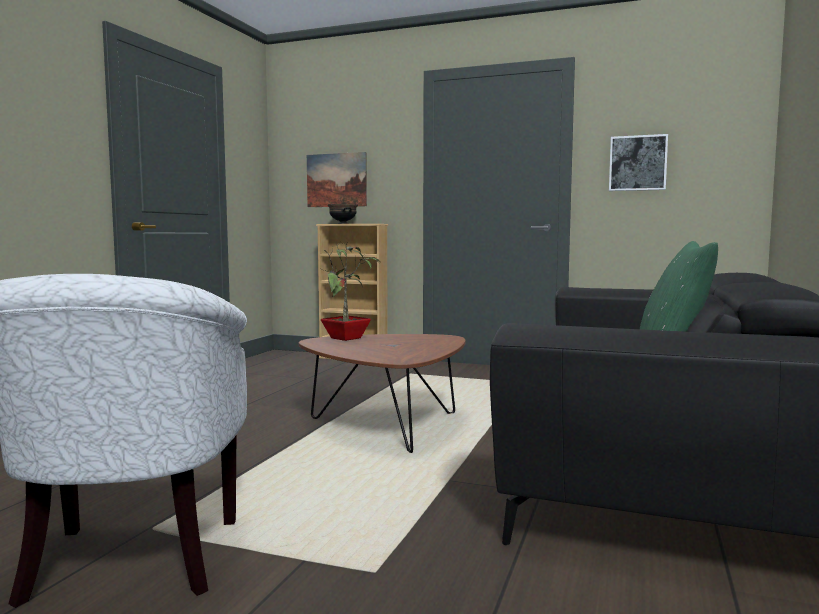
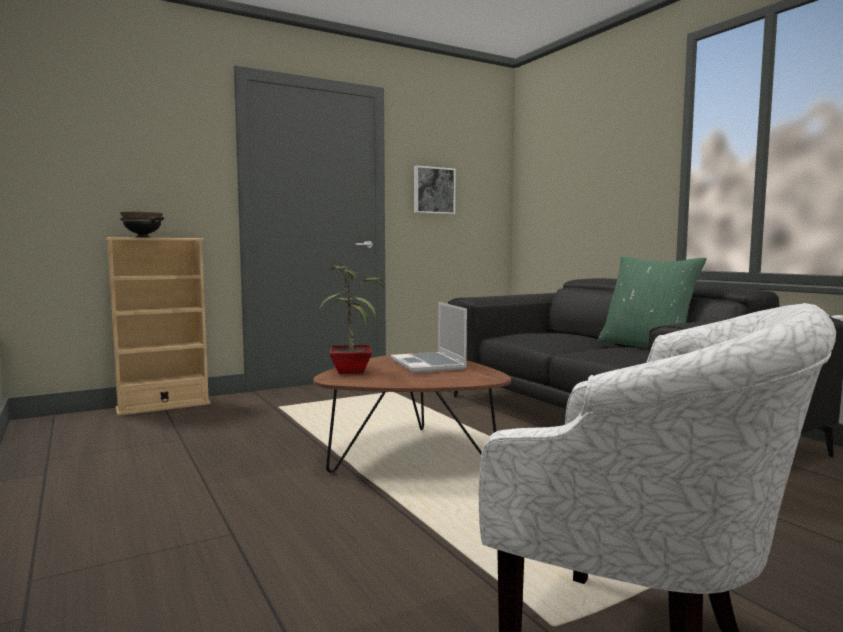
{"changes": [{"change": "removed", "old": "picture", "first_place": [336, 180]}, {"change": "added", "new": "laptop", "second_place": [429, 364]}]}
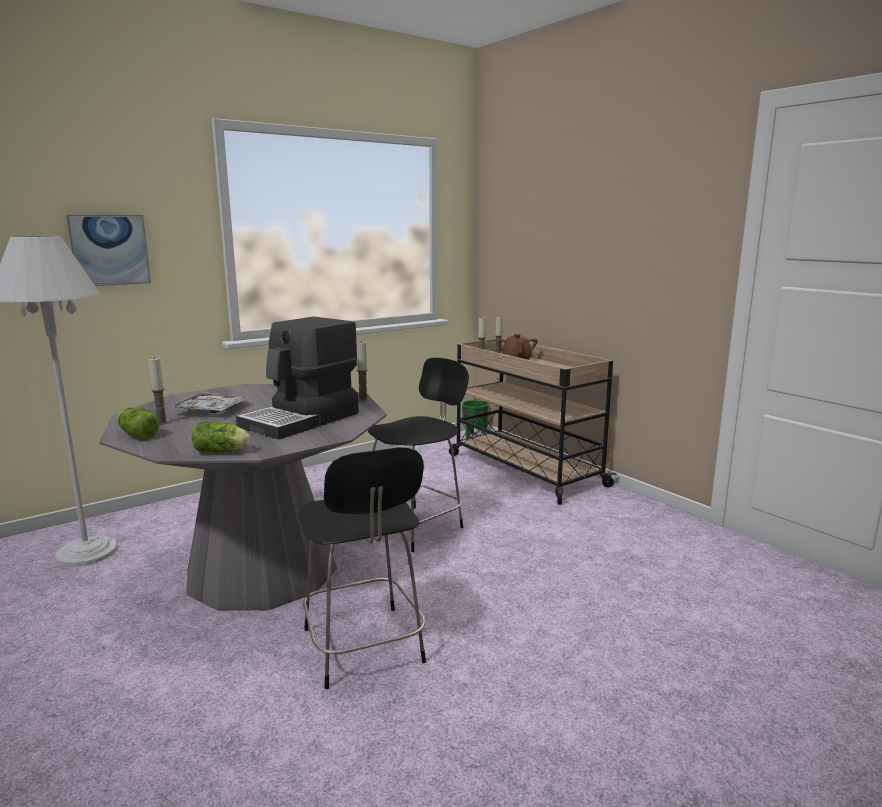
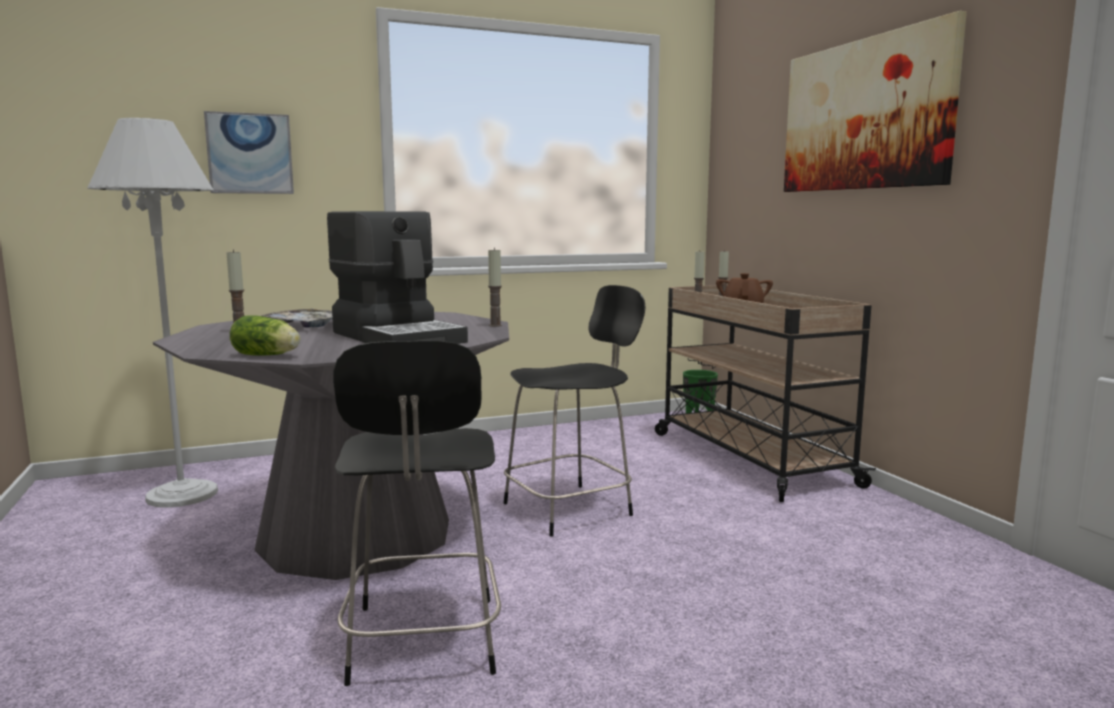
{"changes": [{"change": "turned", "old": "coffee machine", "first_place": [302, 420], "second_place": [398, 337], "degrees": -90}, {"change": "removed", "old": "lettuce", "first_place": [137, 434]}, {"change": "added", "new": "picture", "second_place": [864, 115]}]}
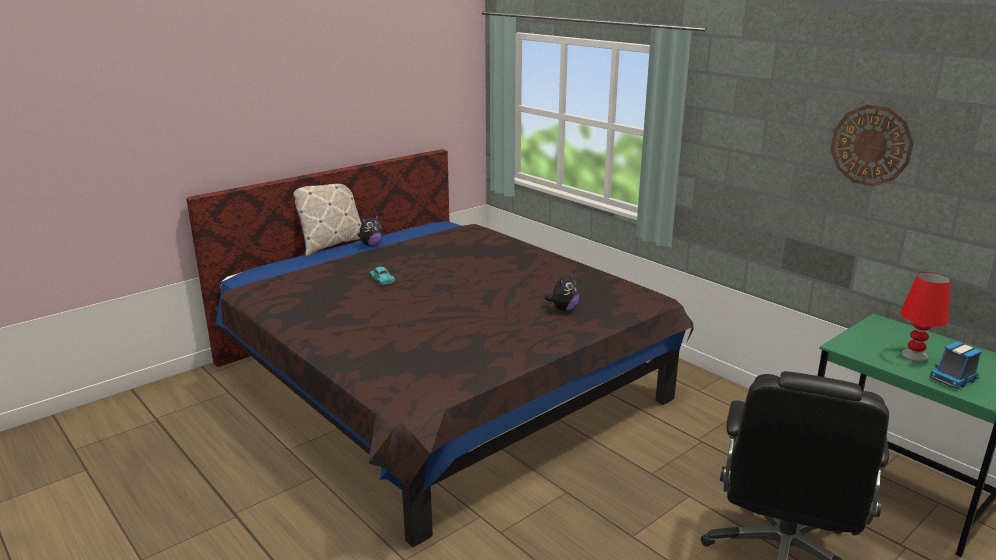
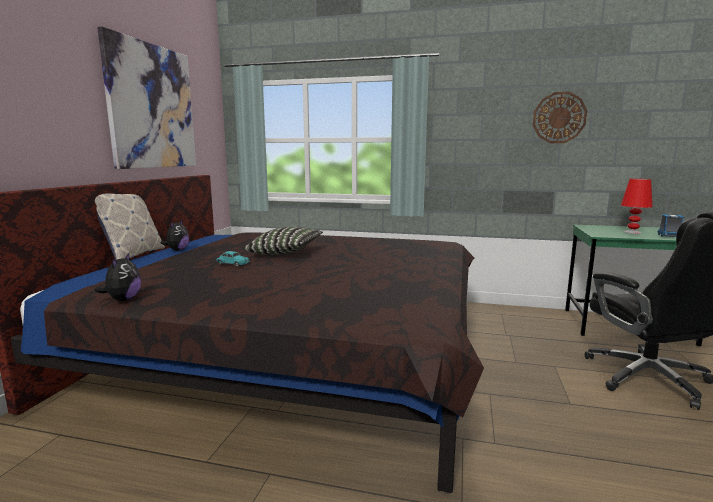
{"changes": [{"change": "moved", "old": "plush toy", "first_place": [563, 309], "second_place": [123, 299]}, {"change": "added", "new": "picture", "second_place": [152, 107]}, {"change": "added", "new": "pillow", "second_place": [285, 253]}]}
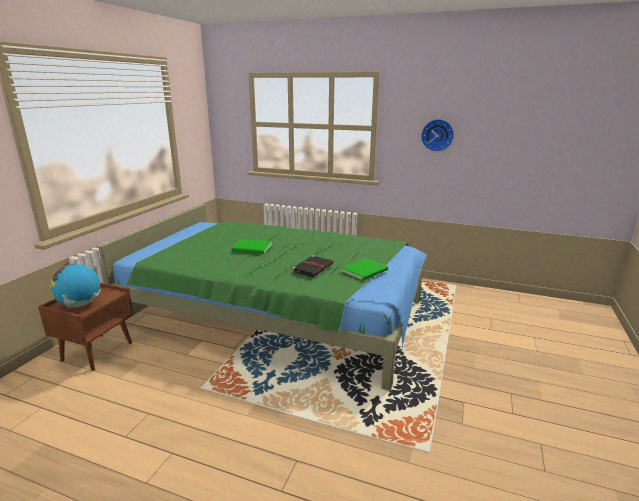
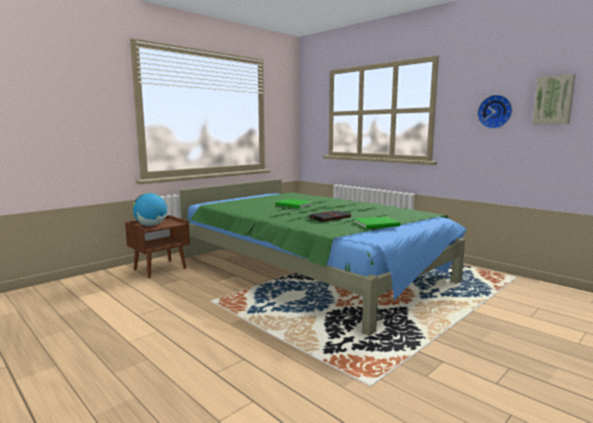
{"changes": [{"change": "added", "new": "picture", "second_place": [553, 100]}]}
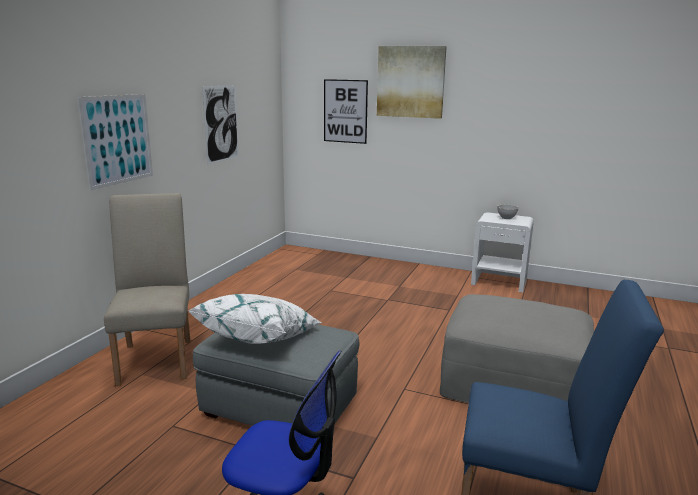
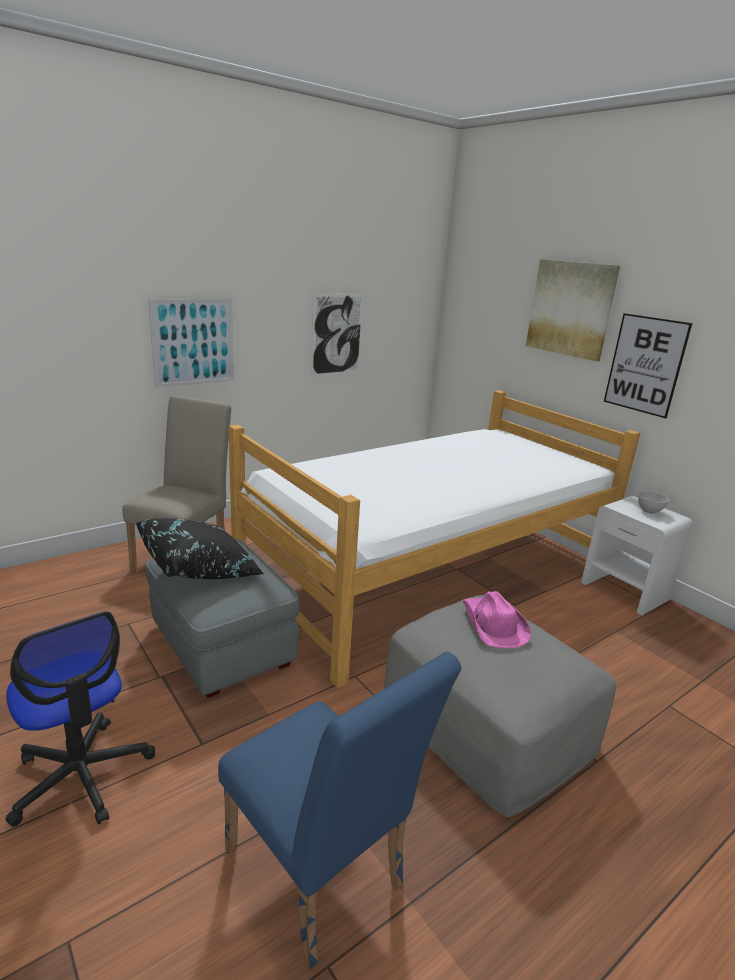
{"changes": [{"change": "moved", "old": "picture", "first_place": [345, 111], "second_place": [645, 365]}, {"change": "recoloured", "old": "white pillow", "new": "black pillow", "first_place": [260, 338], "second_place": [201, 569]}, {"change": "added", "new": "bed", "second_place": [430, 572]}, {"change": "added", "new": "pink hat", "second_place": [493, 624]}]}
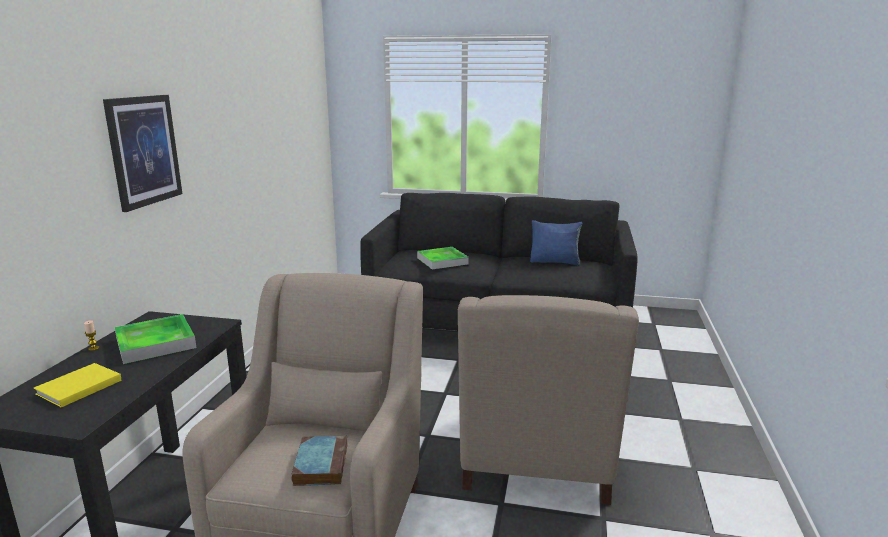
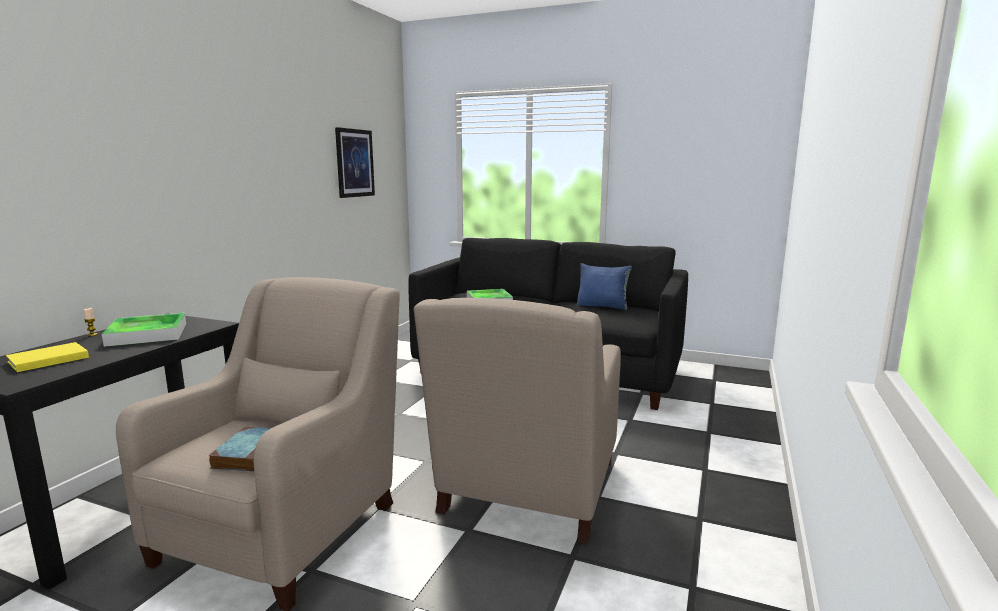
{"changes": [{"change": "moved", "old": "picture", "first_place": [144, 151], "second_place": [354, 163]}]}
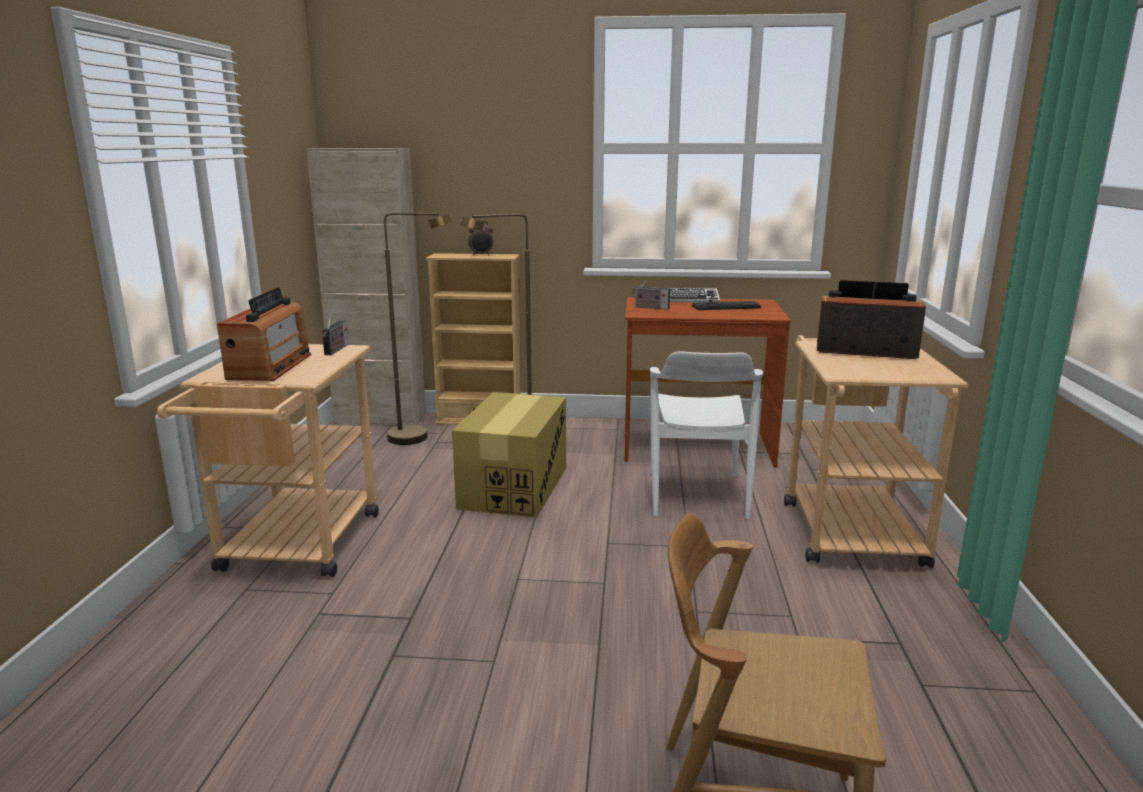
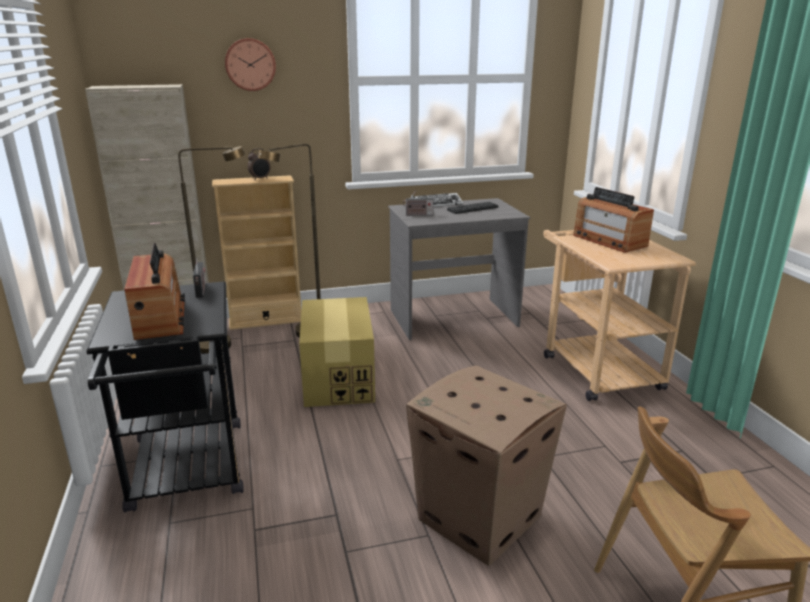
{"changes": [{"change": "turned", "old": "radio", "first_place": [865, 350], "second_place": [609, 241], "degrees": -120}, {"change": "recoloured", "old": "brown desk", "new": "grey desk", "first_place": [696, 447], "second_place": [453, 319]}, {"change": "recoloured", "old": "beige cart", "new": "black cart", "first_place": [295, 549], "second_place": [188, 473]}, {"change": "removed", "old": "white chair", "first_place": [696, 495]}, {"change": "added", "new": "wall clock", "second_place": [250, 64]}, {"change": "added", "new": "cardboard box", "second_place": [480, 518]}]}
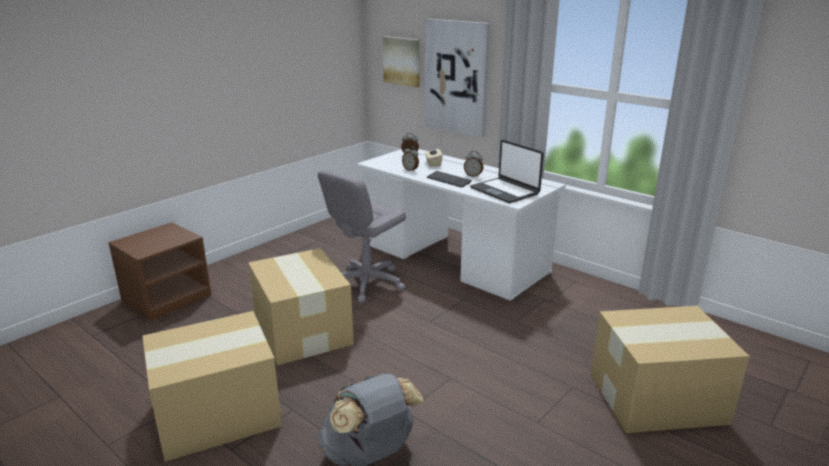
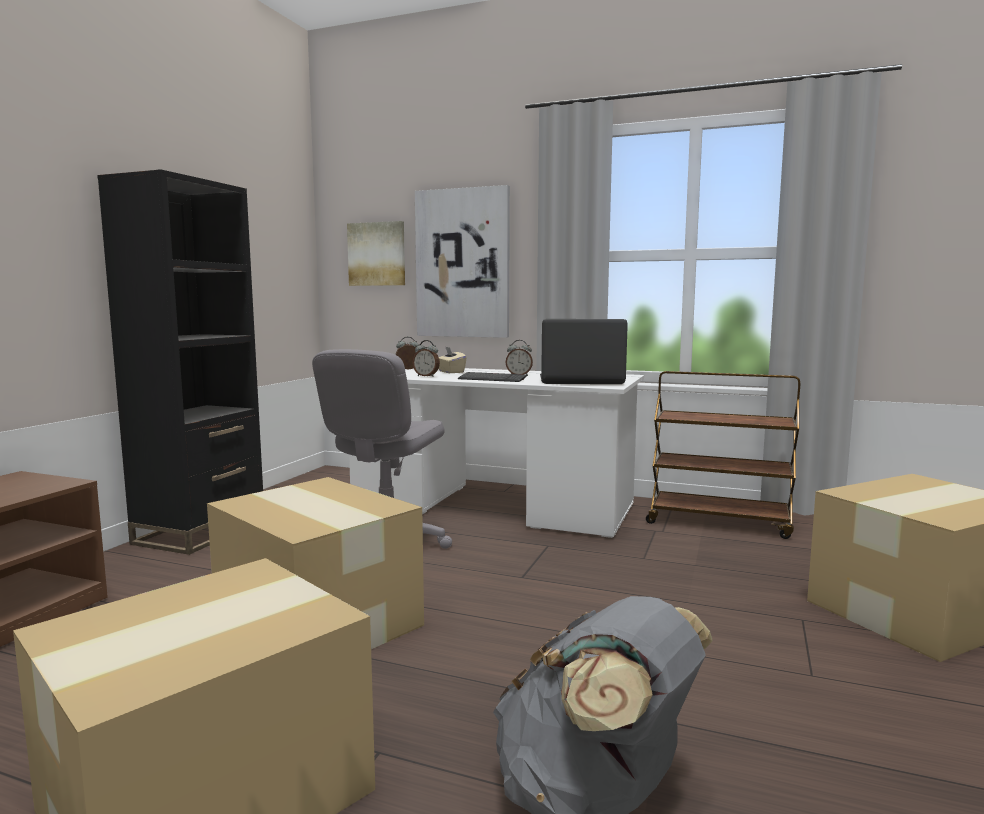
{"changes": [{"change": "turned", "old": "laptop", "first_place": [505, 191], "second_place": [581, 381], "degrees": 150}, {"change": "added", "new": "black bookcase", "second_place": [201, 531]}, {"change": "added", "new": "brown cart", "second_place": [719, 522]}]}
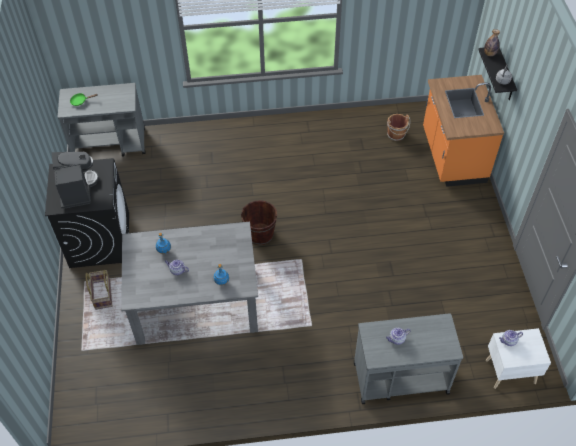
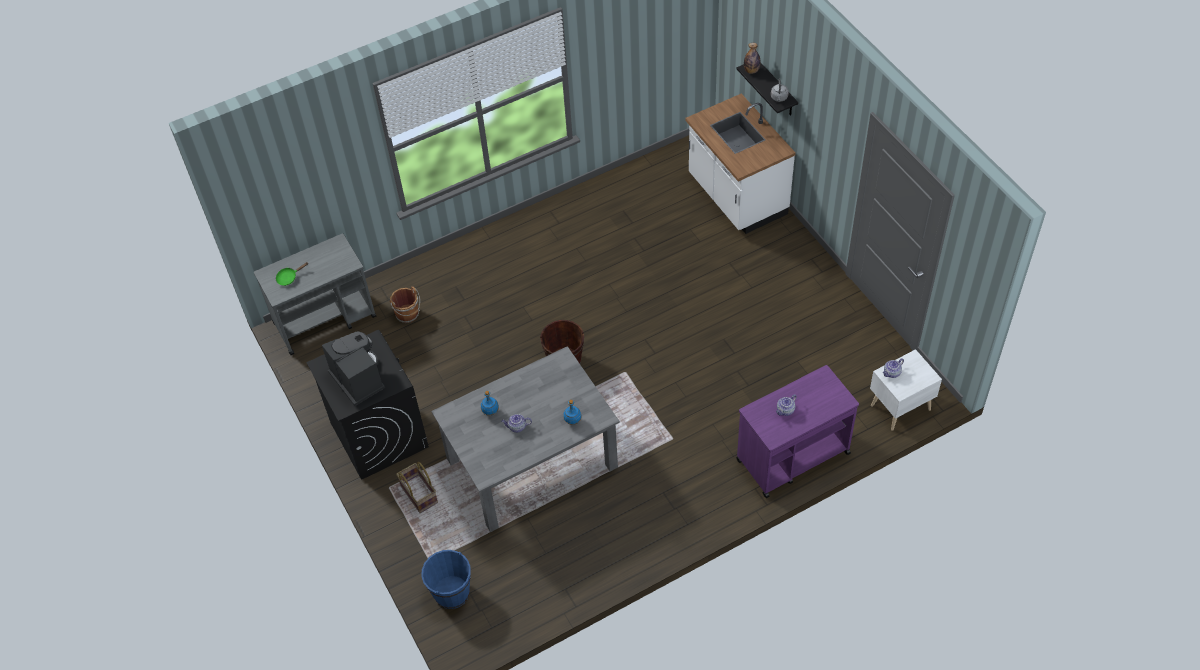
{"changes": [{"change": "recoloured", "old": "orange counter", "new": "white counter", "first_place": [452, 156], "second_place": [736, 196]}, {"change": "moved", "old": "brown bucket", "first_place": [396, 135], "second_place": [408, 314]}, {"change": "recoloured", "old": "grey cart", "new": "purple cart", "first_place": [400, 377], "second_place": [792, 456]}, {"change": "added", "new": "blue bucket", "second_place": [451, 593]}]}
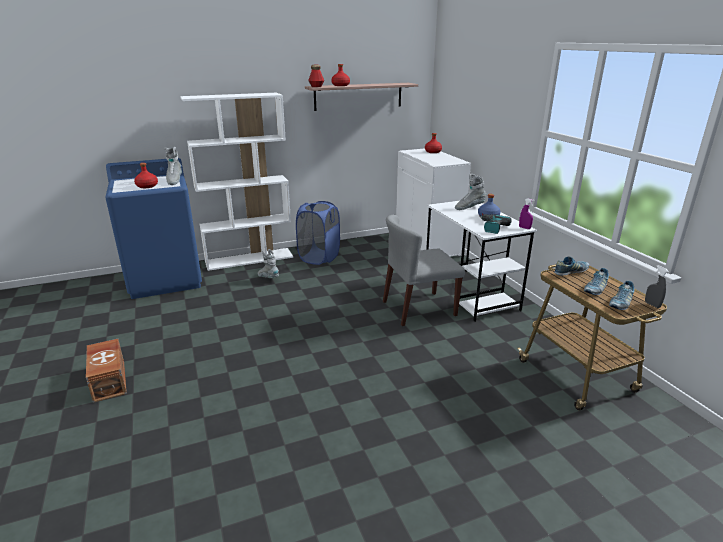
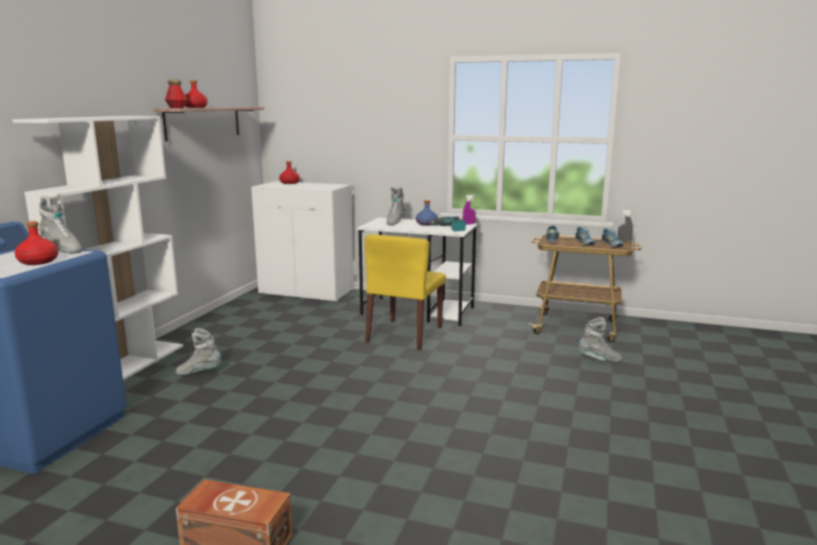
{"changes": [{"change": "removed", "old": "blue laundry basket", "first_place": [319, 257]}, {"change": "recoloured", "old": "grey chair", "new": "yellow chair", "first_place": [418, 308], "second_place": [405, 335]}, {"change": "added", "new": "grey boot", "second_place": [599, 360]}]}
